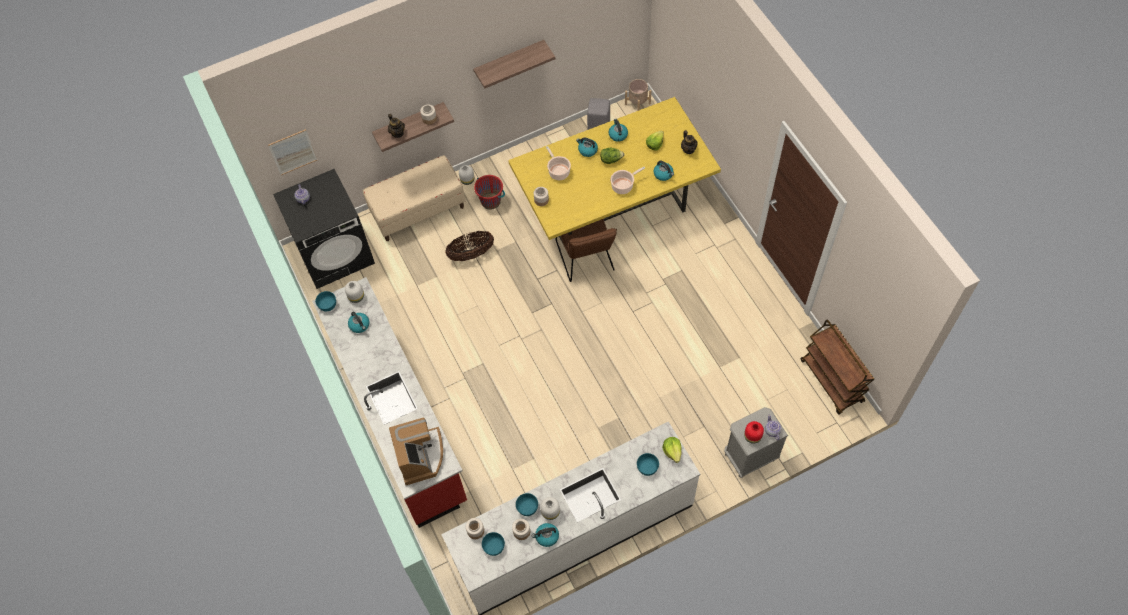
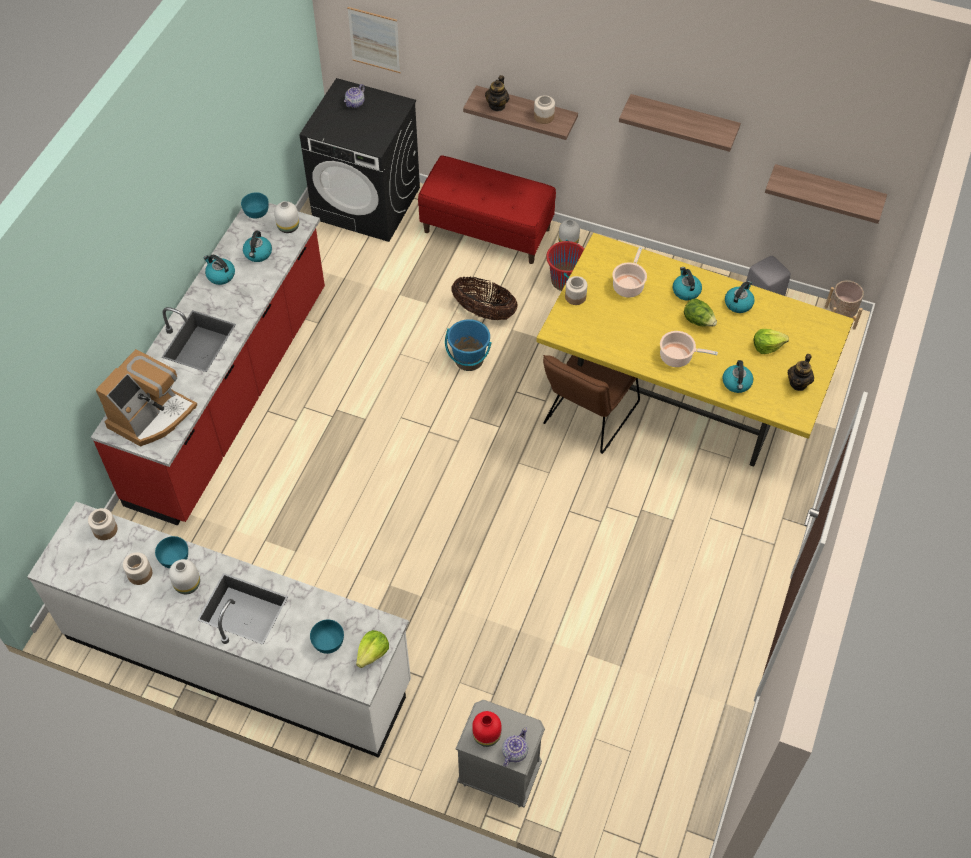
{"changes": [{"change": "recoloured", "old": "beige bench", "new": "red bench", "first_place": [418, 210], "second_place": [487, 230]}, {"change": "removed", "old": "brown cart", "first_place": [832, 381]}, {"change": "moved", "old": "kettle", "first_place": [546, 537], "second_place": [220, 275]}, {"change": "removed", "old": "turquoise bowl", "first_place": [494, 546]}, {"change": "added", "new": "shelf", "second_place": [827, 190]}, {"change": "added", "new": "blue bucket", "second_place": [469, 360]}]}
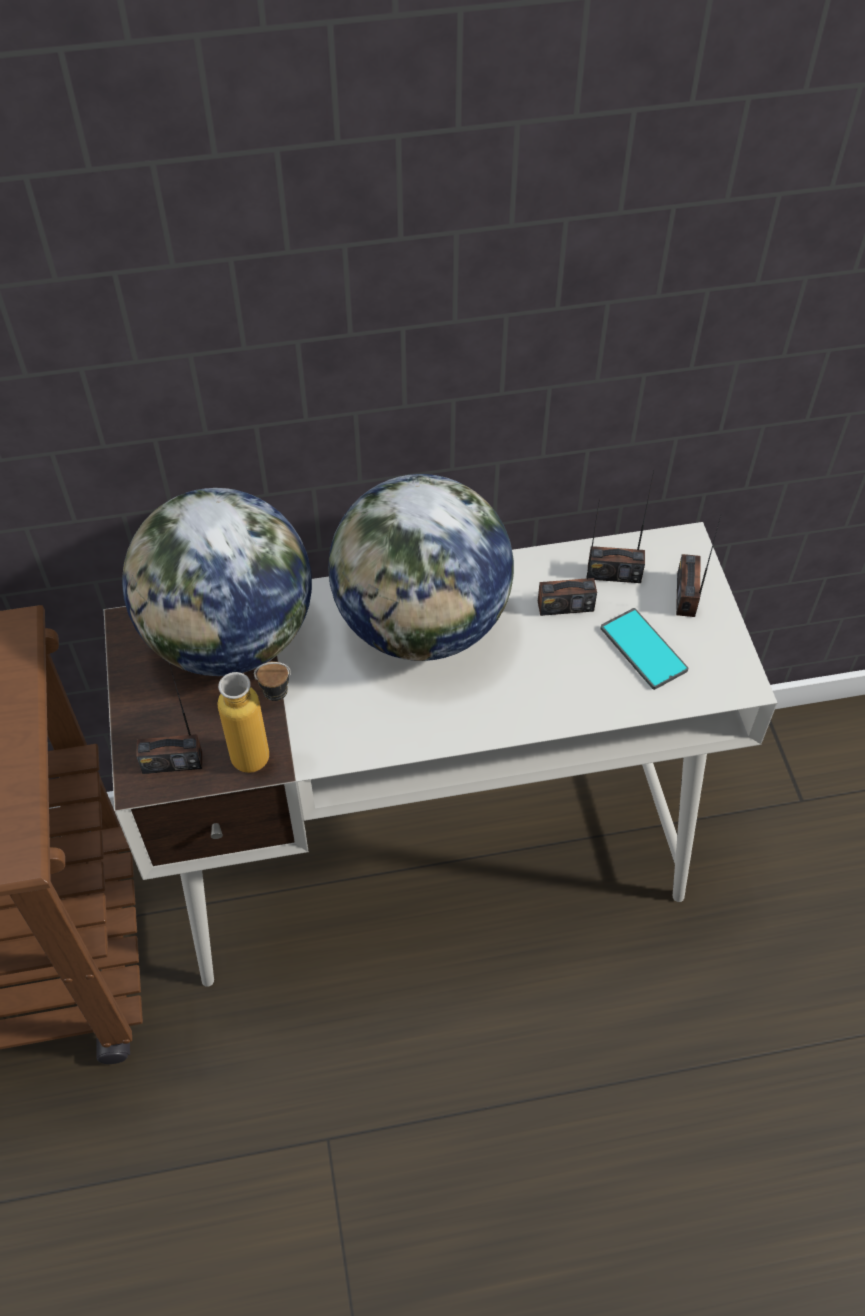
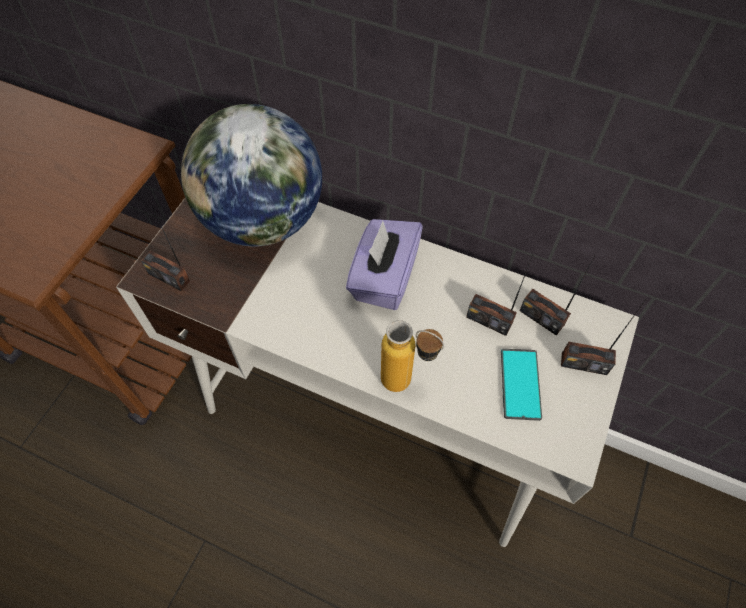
{"changes": [{"change": "replaced", "old": "globe", "new": "purple tissue box", "first_place": [422, 624], "second_place": [383, 278]}, {"change": "turned", "old": "radio", "first_place": [686, 595], "second_place": [584, 363], "degrees": -120}, {"change": "moved", "old": "bottle", "first_place": [267, 755], "second_place": [407, 384]}]}
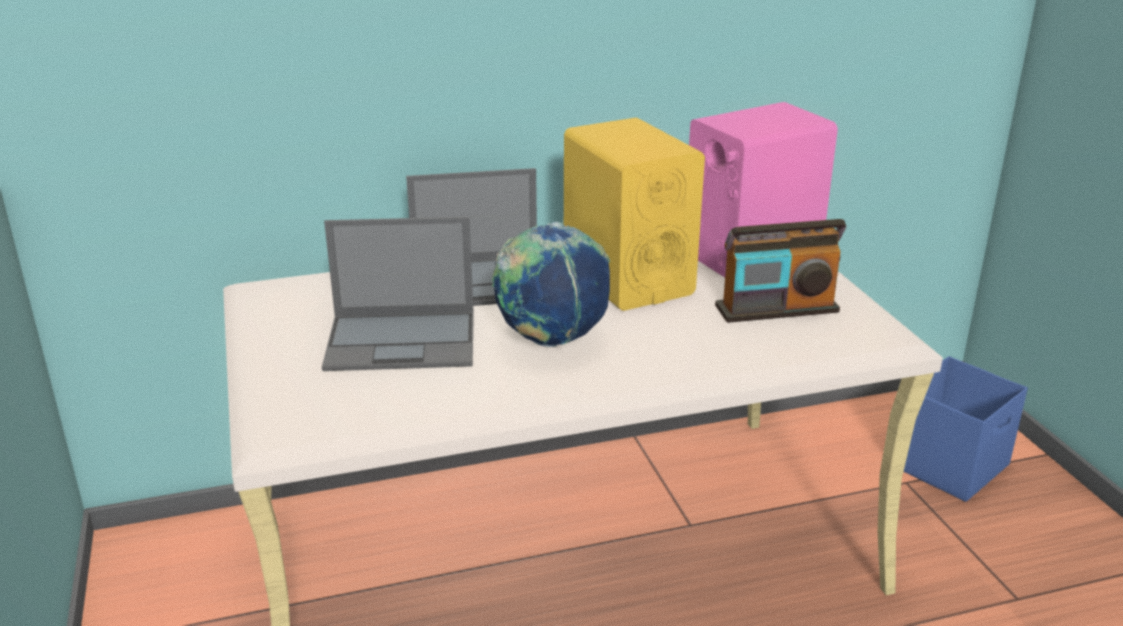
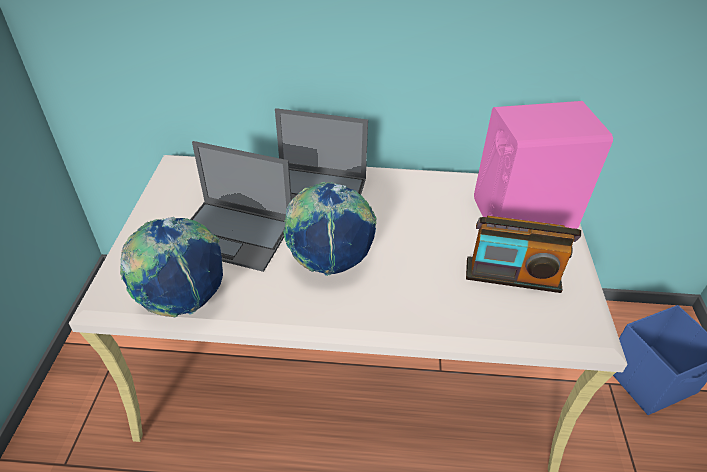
{"changes": [{"change": "removed", "old": "yellow speaker", "first_place": [627, 279]}, {"change": "added", "new": "globe", "second_place": [183, 299]}]}
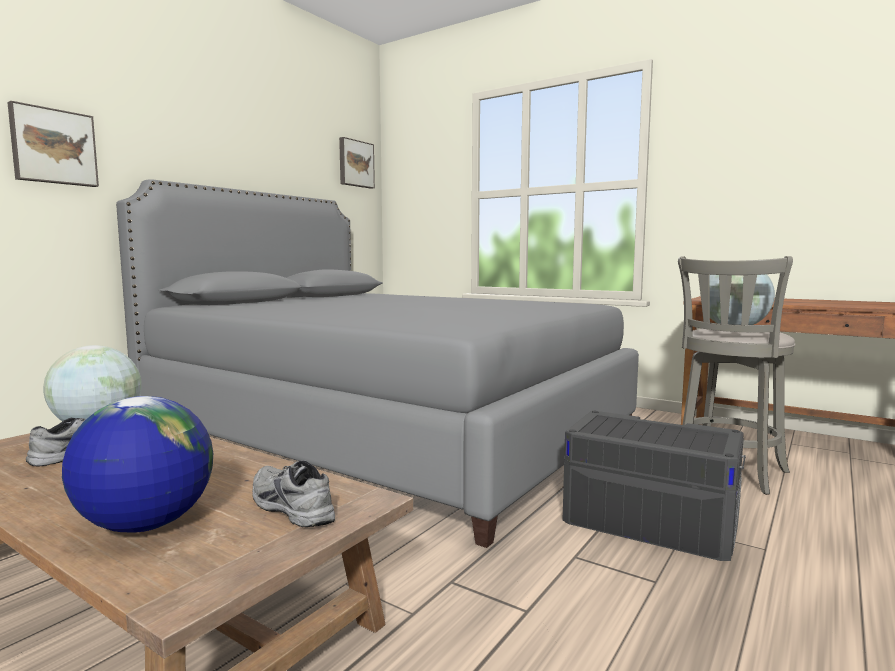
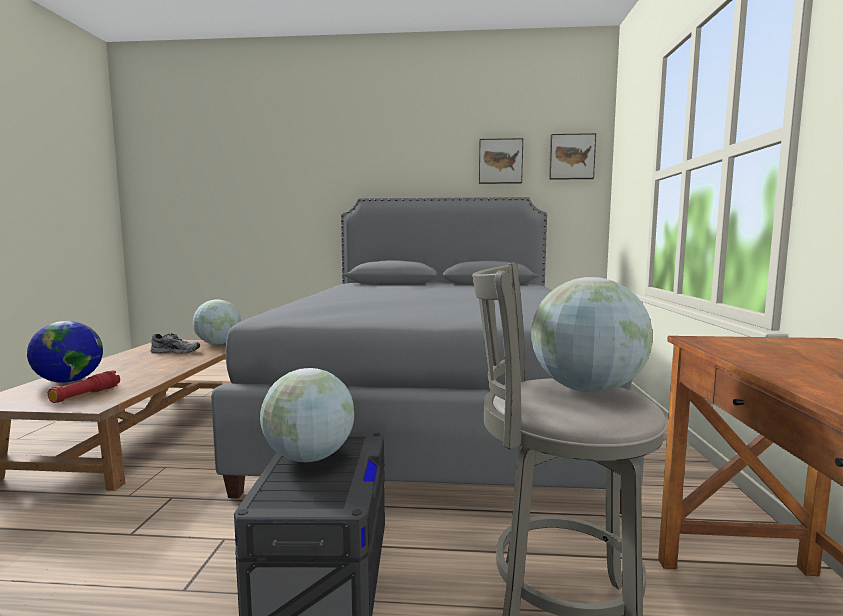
{"changes": [{"change": "moved", "old": "picture", "first_place": [53, 147], "second_place": [500, 161]}, {"change": "replaced", "old": "grey shoe", "new": "red flashlight", "first_place": [288, 507], "second_place": [86, 395]}, {"change": "added", "new": "globe", "second_place": [309, 457]}]}
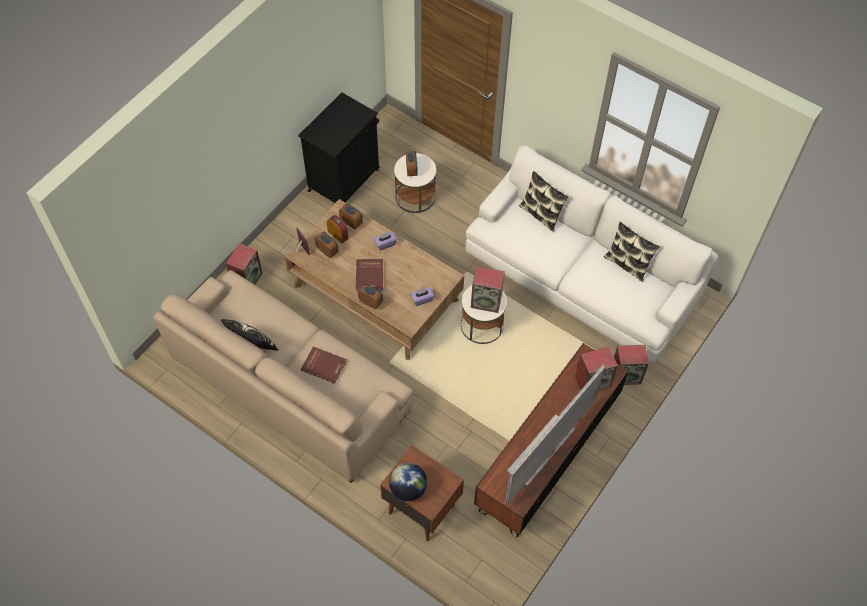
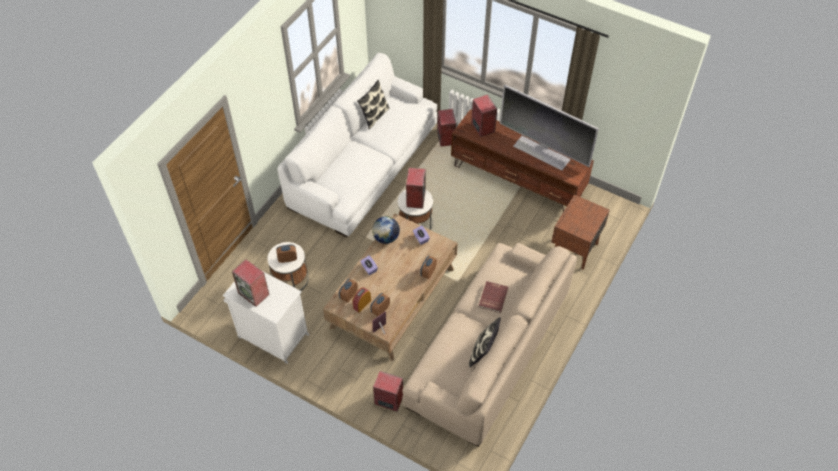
{"changes": [{"change": "recoloured", "old": "black cabinet", "new": "white cabinet", "first_place": [345, 179], "second_place": [272, 335]}, {"change": "removed", "old": "pillow", "first_place": [541, 214]}, {"change": "removed", "old": "red book", "first_place": [370, 276]}, {"change": "moved", "old": "globe", "first_place": [408, 488], "second_place": [386, 238]}, {"change": "added", "new": "speaker", "second_place": [254, 293]}]}
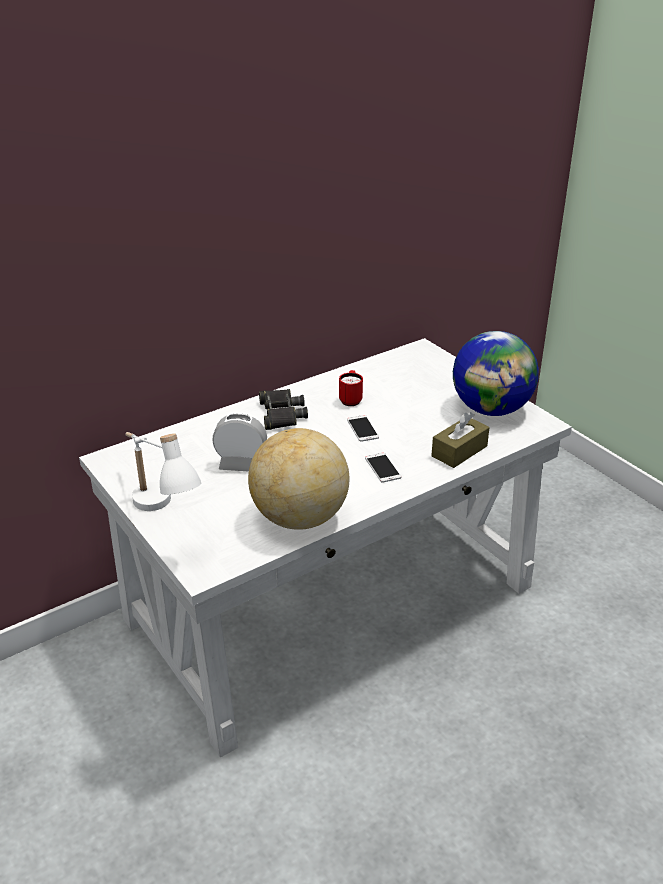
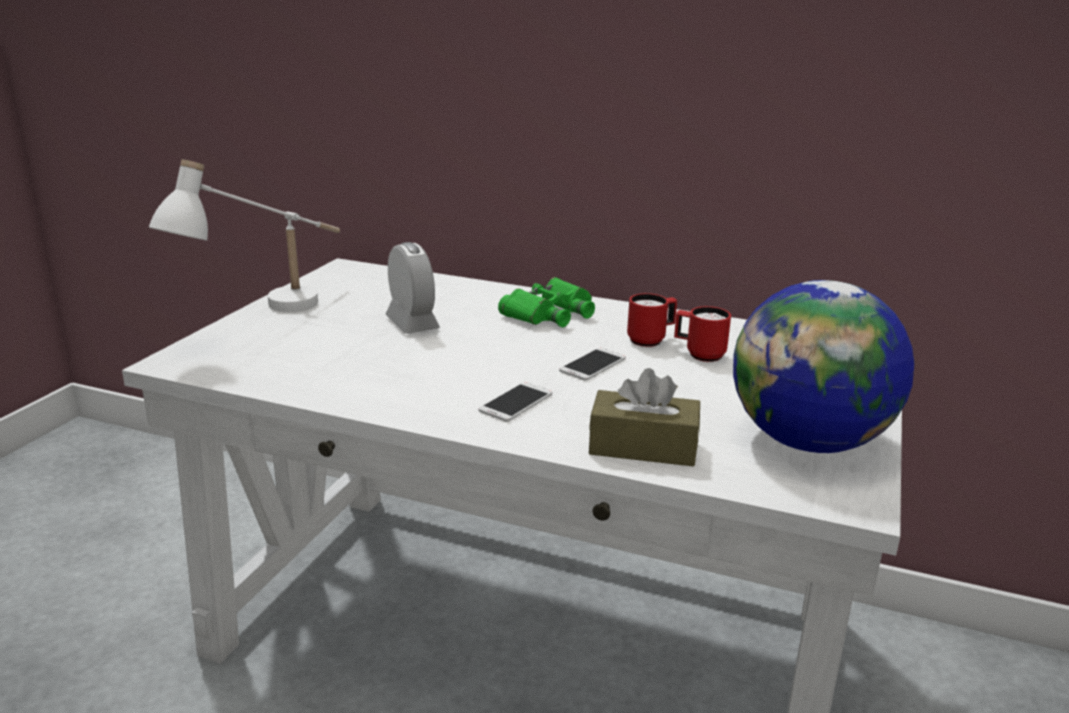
{"changes": [{"change": "recoloured", "old": "black binoculars", "new": "green binoculars", "first_place": [281, 414], "second_place": [550, 313]}, {"change": "removed", "old": "globe", "first_place": [299, 518]}, {"change": "added", "new": "red mug", "second_place": [699, 354]}]}
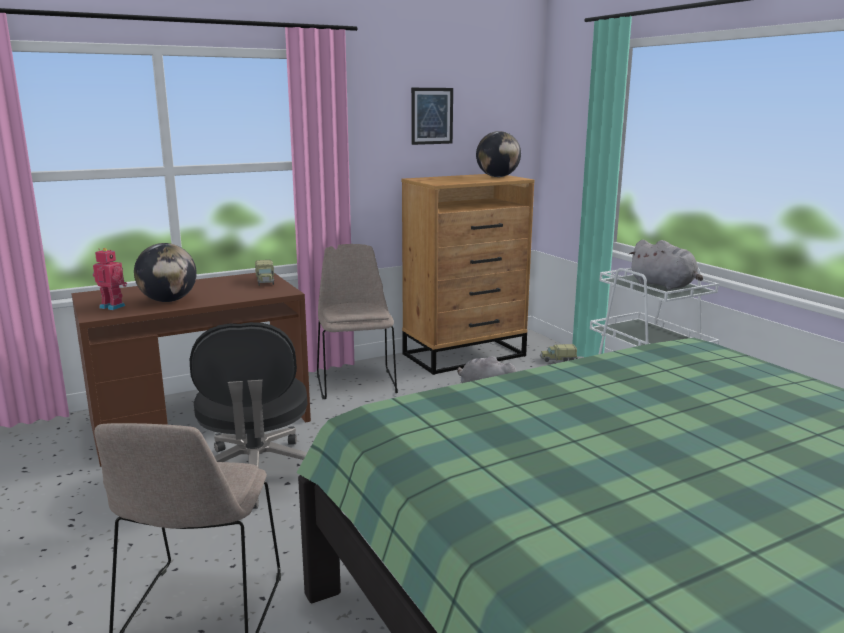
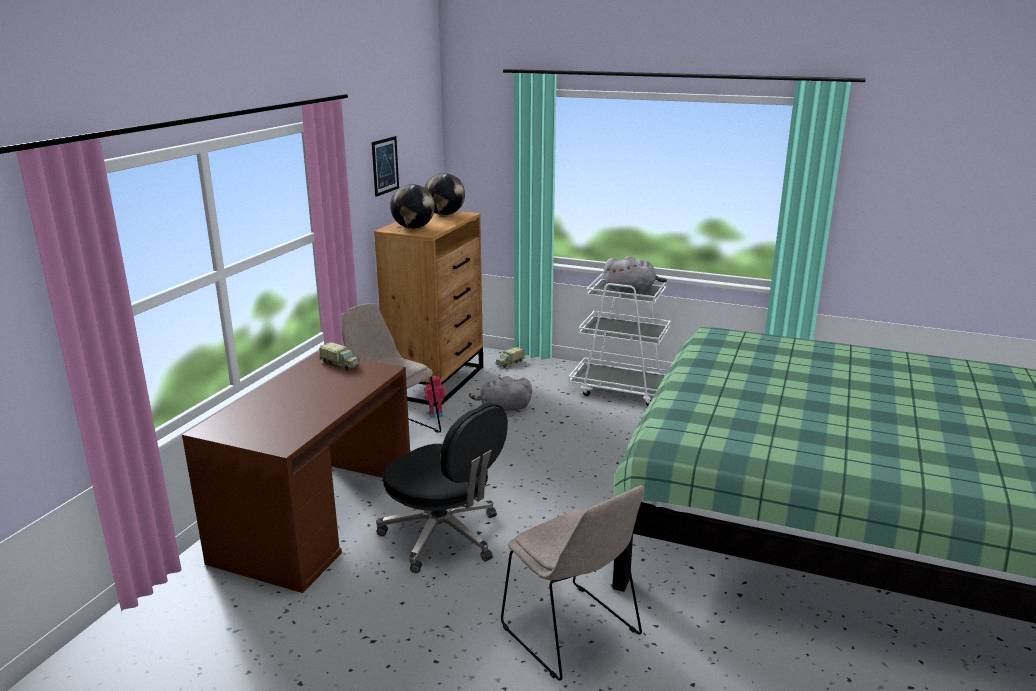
{"changes": [{"change": "moved", "old": "globe", "first_place": [168, 300], "second_place": [413, 227]}, {"change": "moved", "old": "toy robot", "first_place": [113, 306], "second_place": [435, 414]}]}
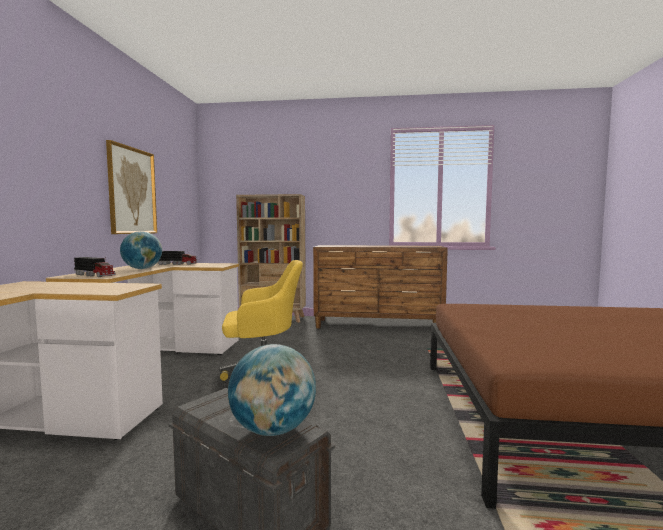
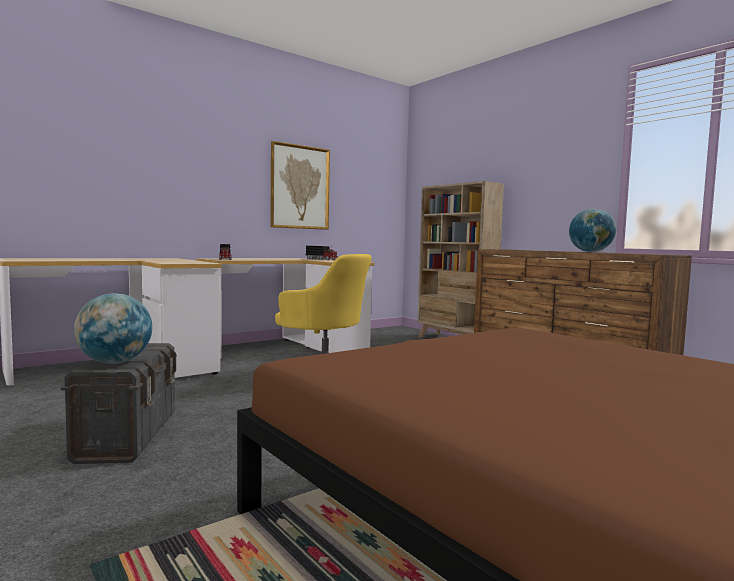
{"changes": [{"change": "moved", "old": "globe", "first_place": [142, 269], "second_place": [590, 252]}]}
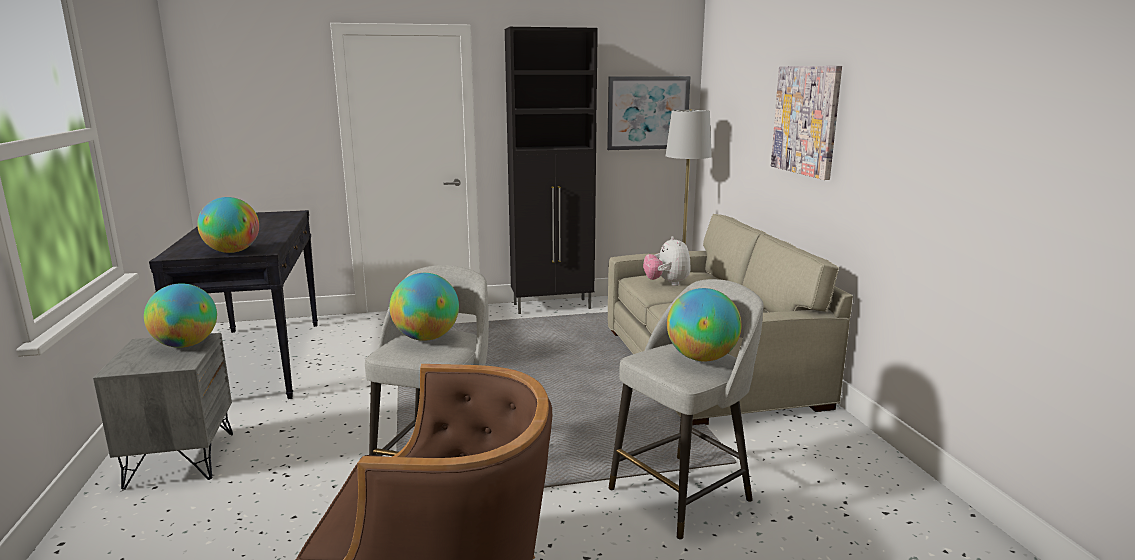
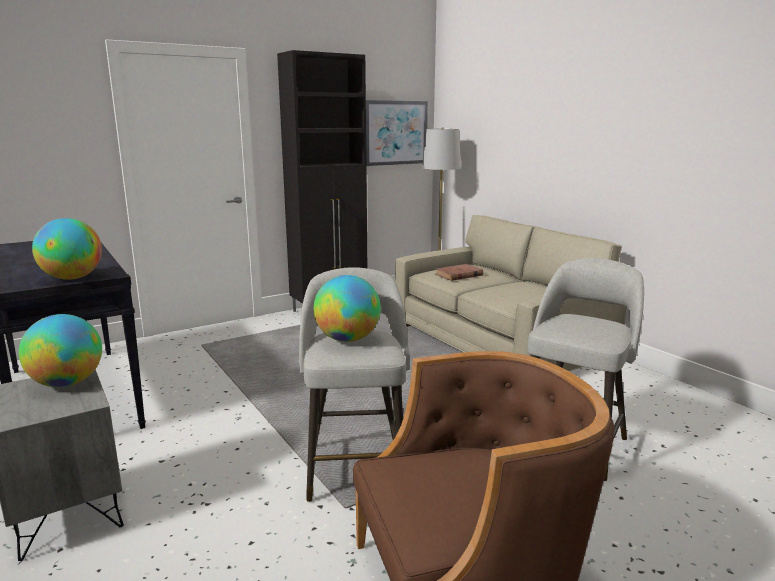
{"changes": [{"change": "removed", "old": "picture", "first_place": [806, 120]}, {"change": "replaced", "old": "plush toy", "new": "brown book", "first_place": [667, 283], "second_place": [458, 275]}, {"change": "removed", "old": "globe", "first_place": [702, 358]}]}
